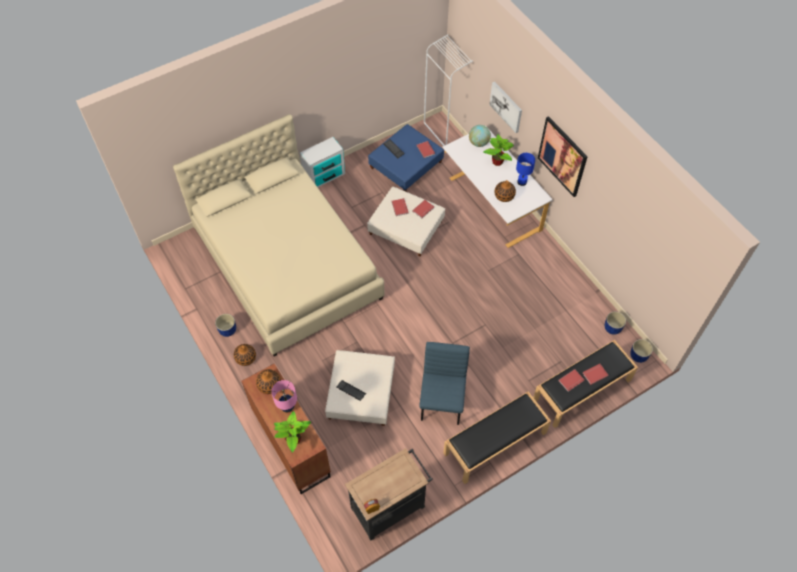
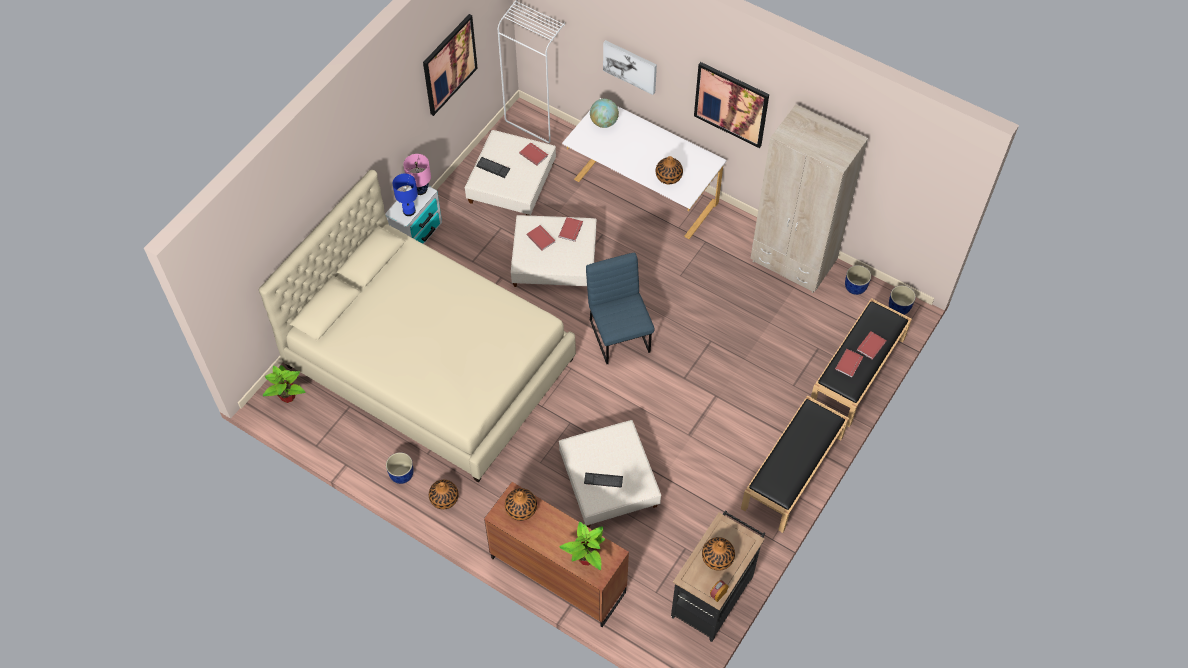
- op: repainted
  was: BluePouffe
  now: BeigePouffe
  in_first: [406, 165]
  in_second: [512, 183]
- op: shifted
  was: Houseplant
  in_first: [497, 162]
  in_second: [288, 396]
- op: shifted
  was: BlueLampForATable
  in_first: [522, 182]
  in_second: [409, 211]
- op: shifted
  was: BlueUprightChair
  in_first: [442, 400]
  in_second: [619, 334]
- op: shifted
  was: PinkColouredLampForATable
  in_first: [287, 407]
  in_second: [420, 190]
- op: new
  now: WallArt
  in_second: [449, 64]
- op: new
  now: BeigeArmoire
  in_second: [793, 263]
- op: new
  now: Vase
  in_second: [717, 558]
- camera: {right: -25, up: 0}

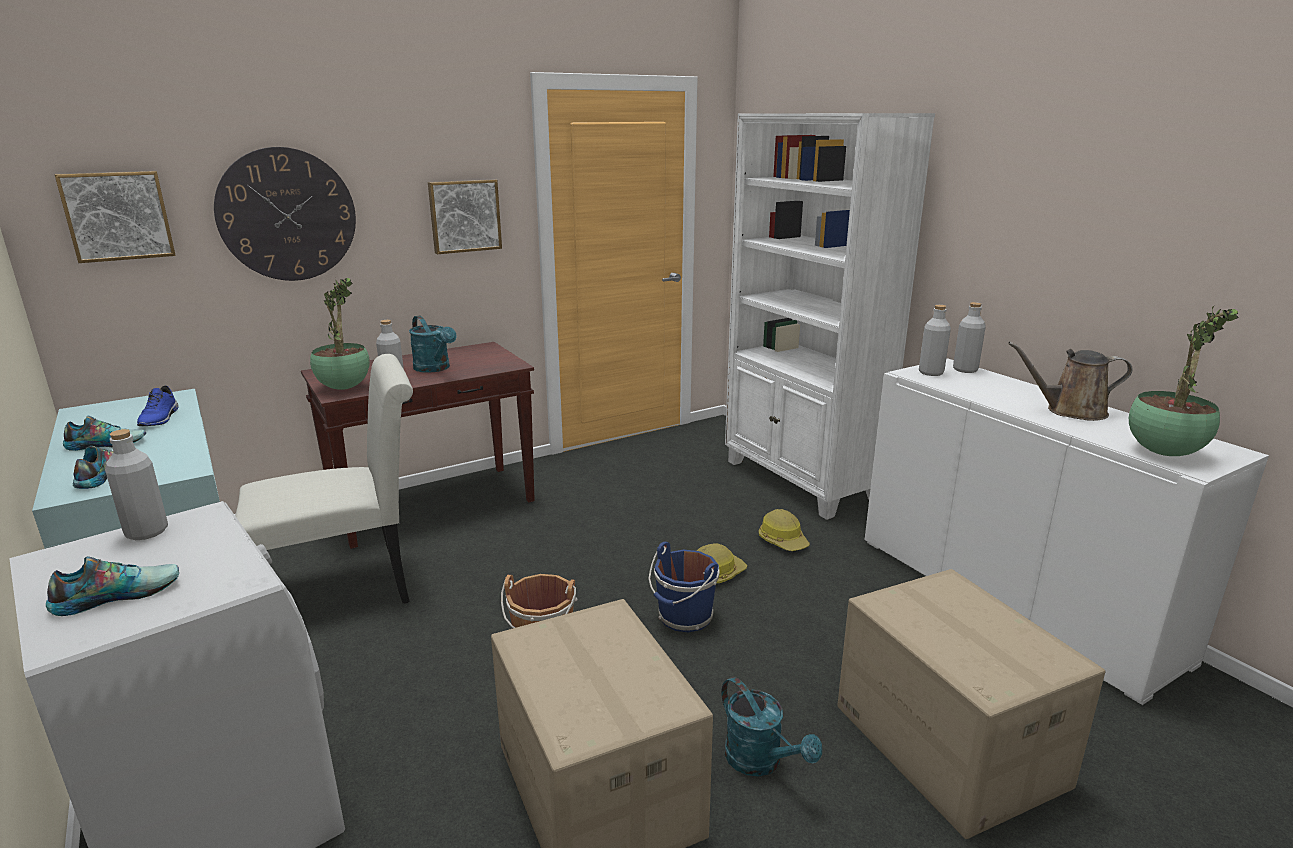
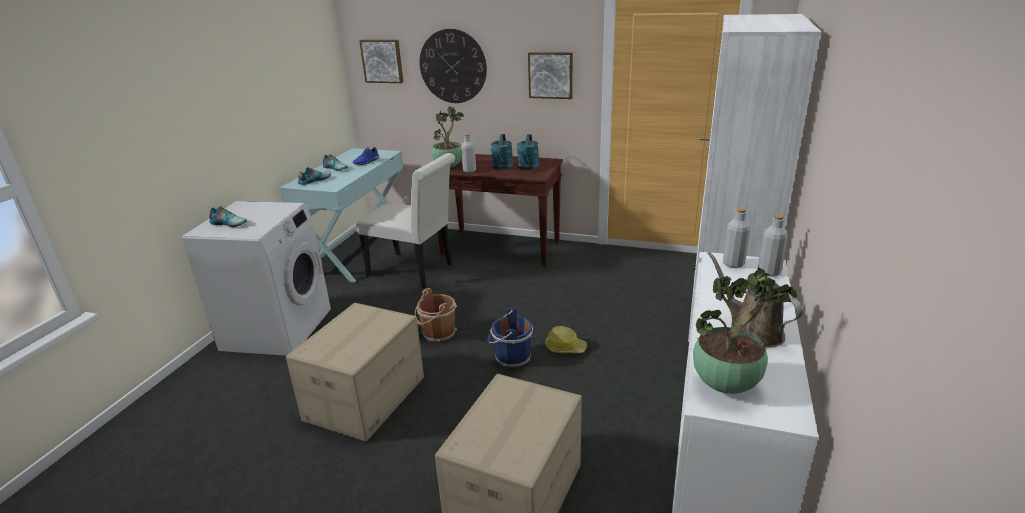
- op: gone
  was: GreyBottle
  in_first: [146, 532]
- op: gone
  was: SafetyHelmet
  in_first: [783, 540]
- op: shifted
  was: TurquoiseSprinklingCan
  in_first: [761, 762]
  in_second: [527, 168]
- camera: {right: 50, up: 5}

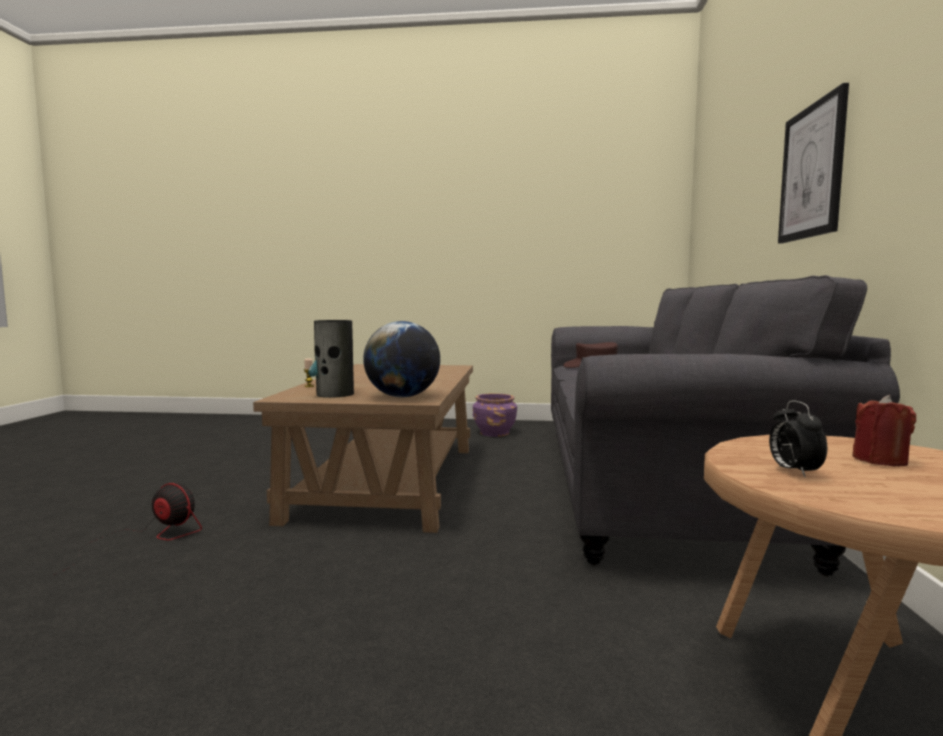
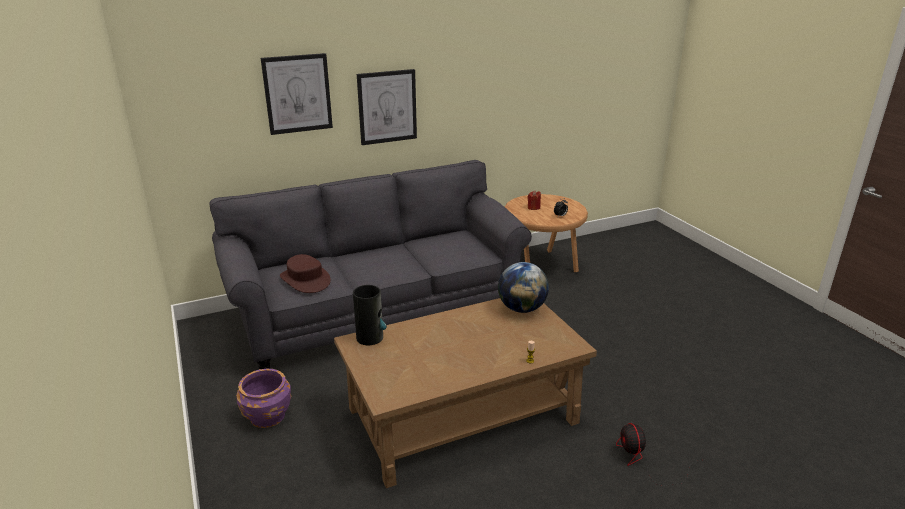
- op: shifted
  was: Vase
  in_first: [335, 394]
  in_second: [370, 337]
- op: new
  now: WallArt
  in_second: [297, 94]
- camera: {right: -120, up: 20}

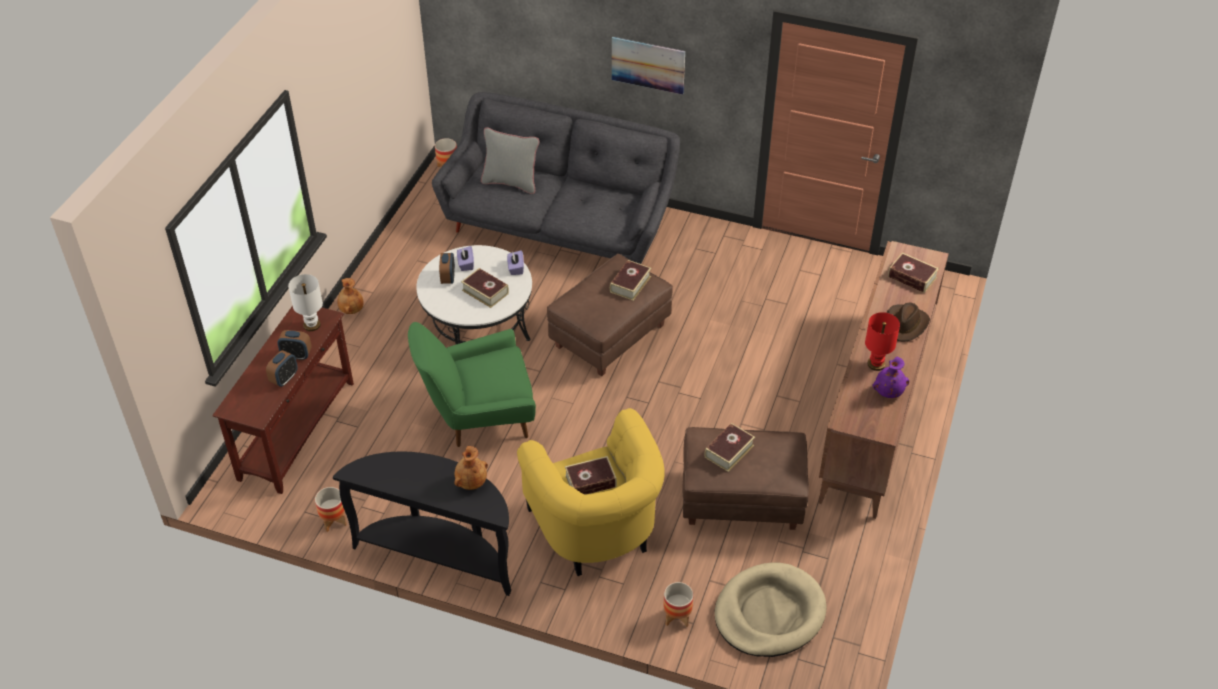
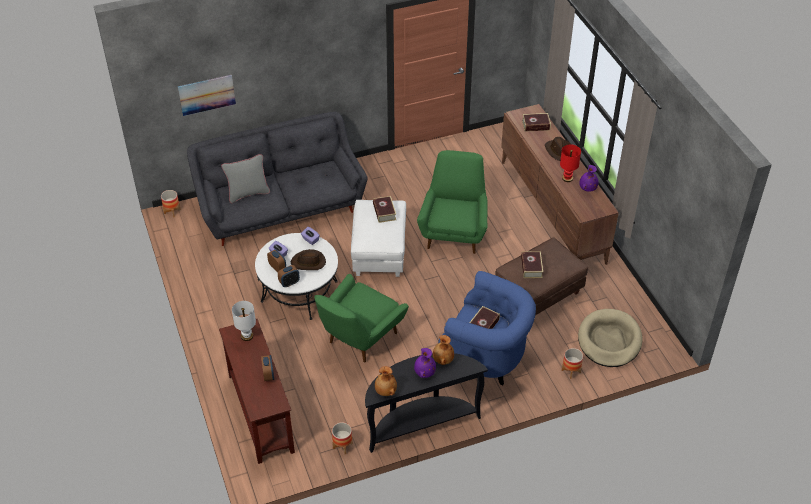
- op: shifted
  was: WallArt
  in_first: [648, 65]
  in_second: [207, 95]
- op: repainted
  was: BrownPouffe
  now: WhiteColouredPouffe
  in_first: [610, 336]
  in_second: [379, 253]
- op: swapped
  was: BoundBook
  now: BrownWearableHat
  in_first: [485, 292]
  in_second: [308, 262]
- op: shifted
  was: BrownVase
  in_first: [351, 310]
  in_second: [385, 391]
- op: shifted
  was: AlarmClock
  in_first: [296, 355]
  in_second: [289, 283]
- op: repainted
  was: YellowColouredEasyChair
  now: BlueEasyChair
  in_first: [594, 531]
  in_second: [485, 357]
- op: new
  now: GreenishEasyChair
  in_second: [454, 232]
- op: new
  now: PurplishVase
  in_second: [424, 372]
- camera: {right: -40, up: 0}

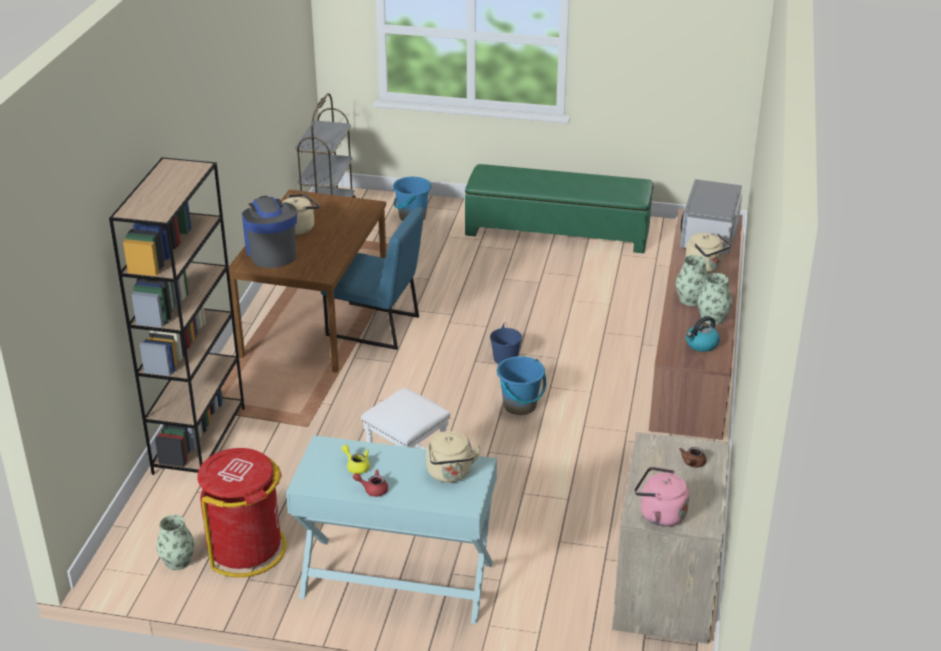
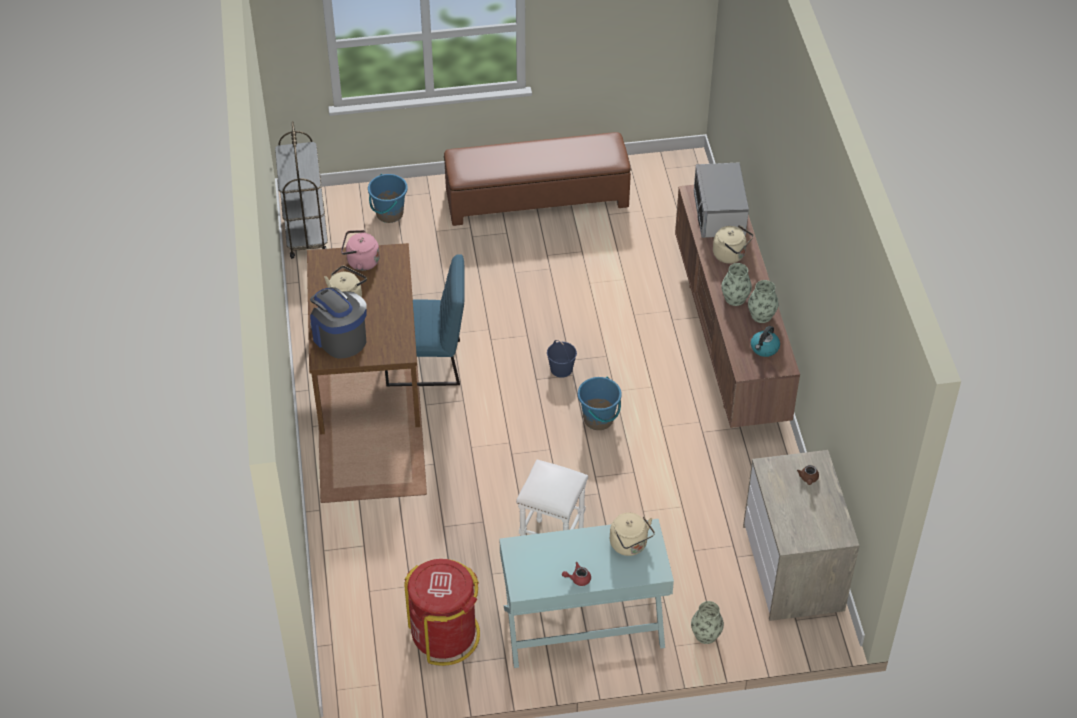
- op: gone
  was: BeigeBookcase
  in_first: [199, 440]
- op: repainted
  was: GreenishIndoorBench
  now: BrownIndoorBench
  in_first: [558, 230]
  in_second: [537, 197]
- op: gone
  was: YellowColouredPotForTea
  in_first: [356, 466]
- op: shifted
  was: PinkColouredWaterKettle
  in_first: [659, 514]
  in_second: [361, 262]
- op: shifted
  was: Vase
  in_first: [178, 561]
  in_second: [706, 634]
- camera: {right: -20, up: 15}

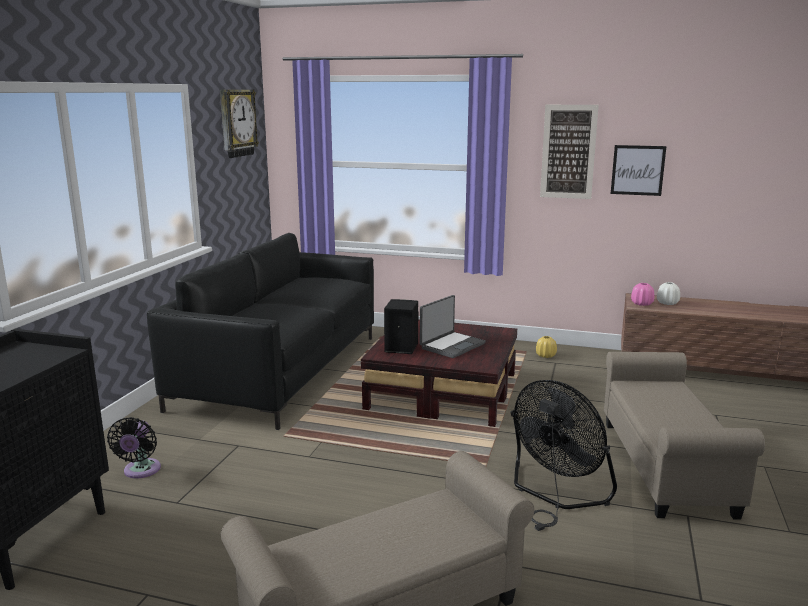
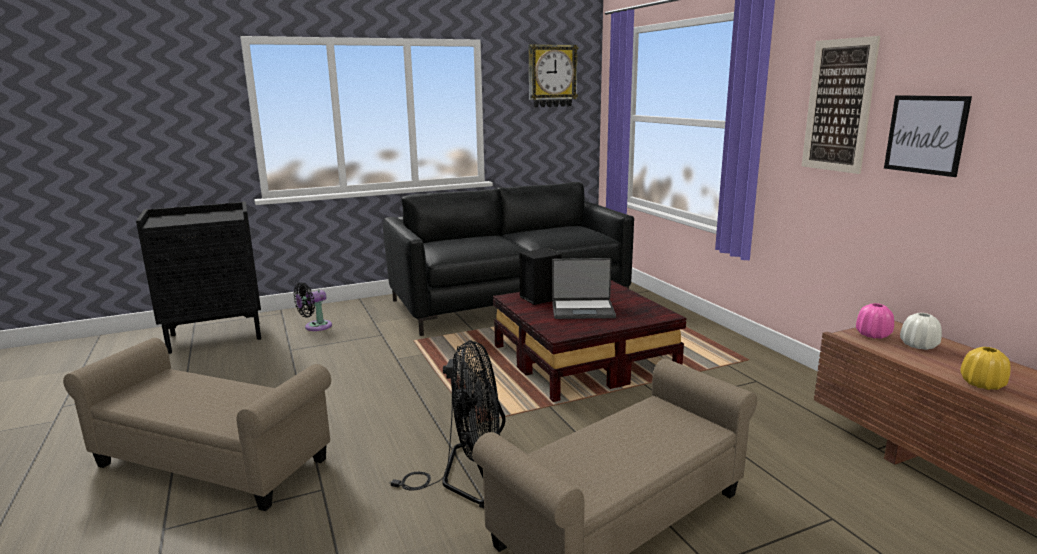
- op: shifted
  was: YellowColouredVase
  in_first: [545, 356]
  in_second: [982, 384]
- camera: {right: 50, up: 0}

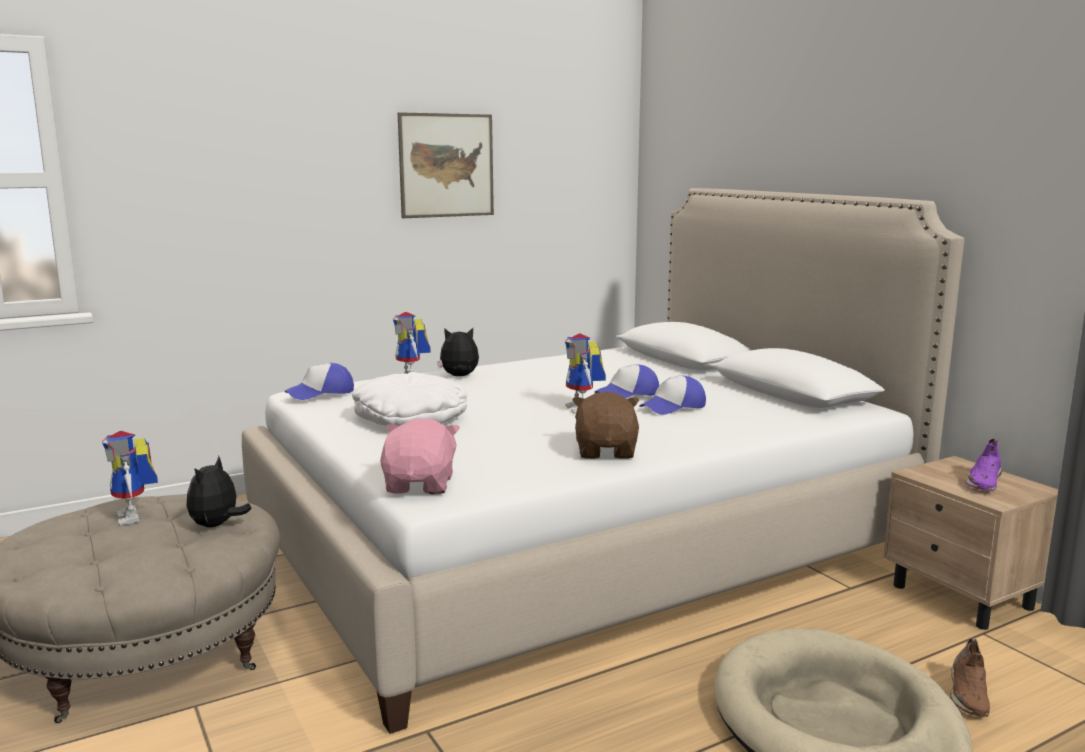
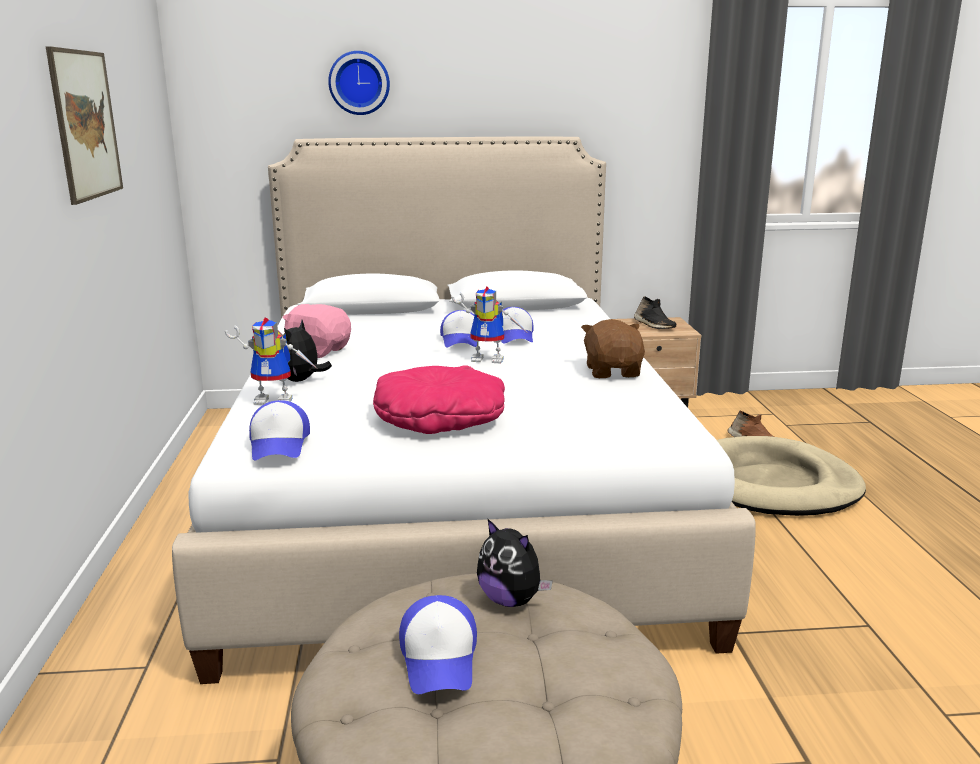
- op: repainted
  was: WhiteColouredCushion
  now: PinkColouredCushion
  in_first: [413, 418]
  in_second: [439, 417]
- op: rotated
  was: BrownSoftToy
  in_first: [606, 451]
  in_second: [613, 372]
  clockwise: 60
- op: shifted
  was: PinkColouredSoftToy
  in_first: [421, 485]
  in_second: [318, 351]
- op: swapped
  was: ModelRobot
  now: PeakedCap
  in_first: [135, 517]
  in_second: [440, 658]
- op: repainted
  was: PurplishShoe
  now: BlackishShoe
  in_first: [983, 482]
  in_second: [653, 325]
- op: new
  now: WallClock
  in_second: [359, 83]
- camera: {right: -65, up: 5}

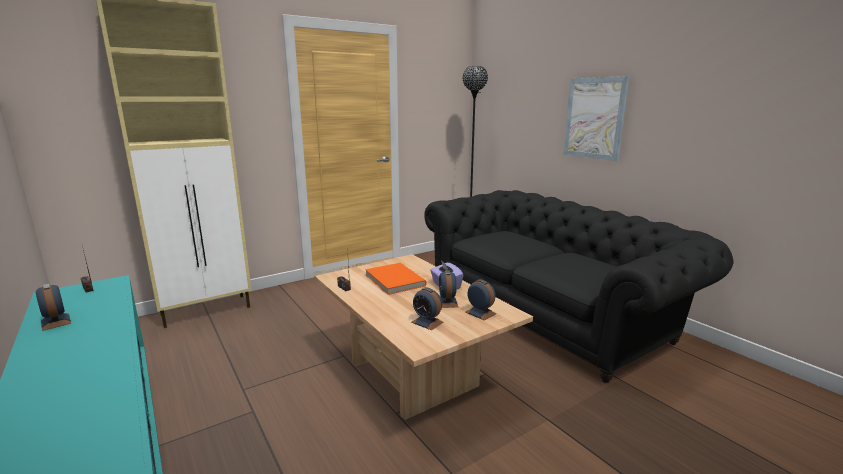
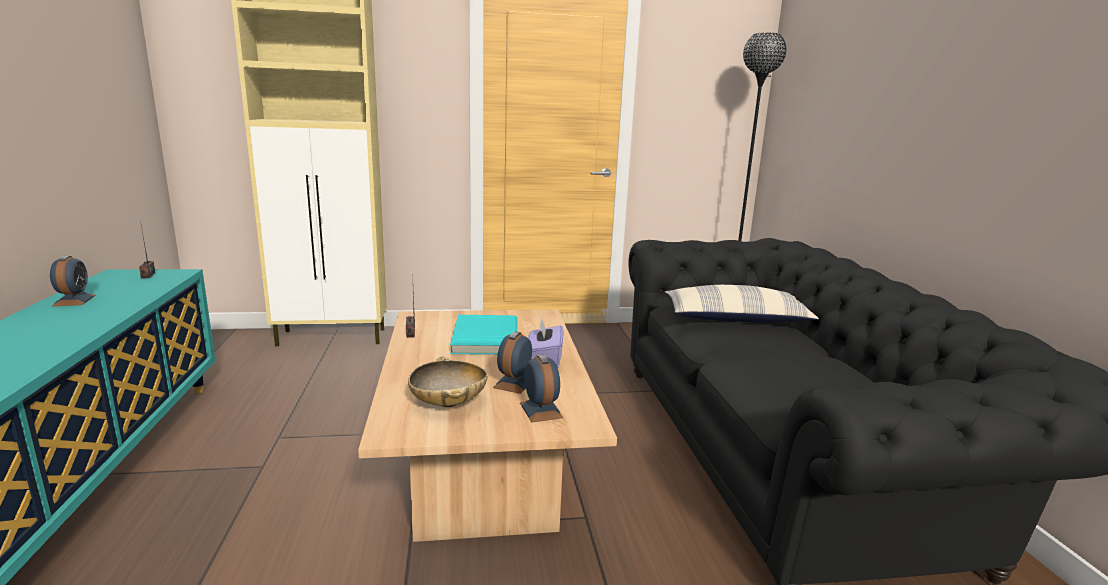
- op: gone
  was: WallArt
  in_first: [594, 118]
- op: repainted
  was: OrangeyBoundBook
  now: TurquoiseBoundBook
  in_first: [393, 280]
  in_second: [483, 338]
- op: swapped
  was: AlarmClock
  now: BeigeDeepDish
  in_first: [427, 322]
  in_second: [448, 403]
- op: new
  now: Cushion
  in_second: [735, 320]
- camera: {right: 25, up: 0}

